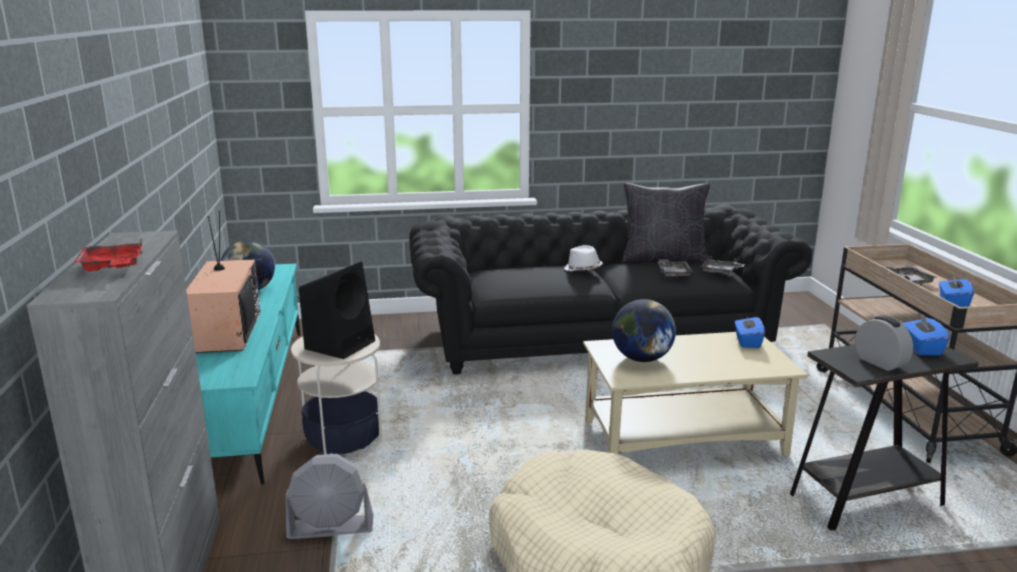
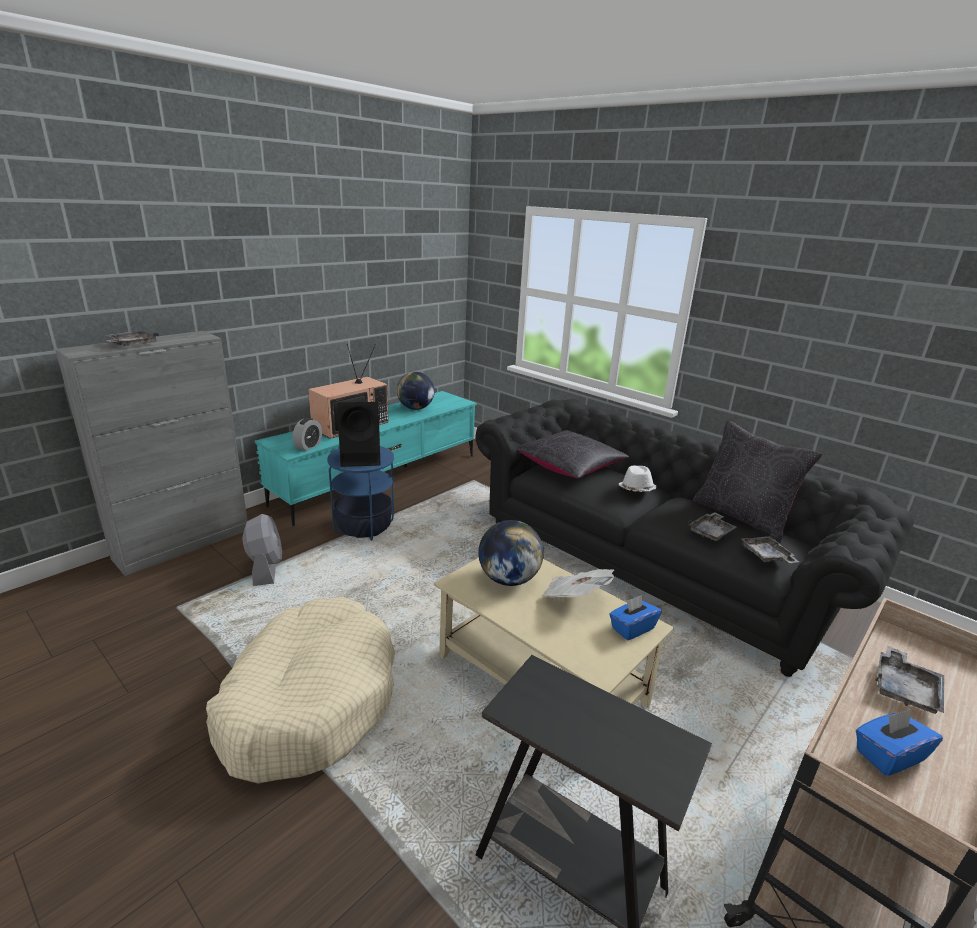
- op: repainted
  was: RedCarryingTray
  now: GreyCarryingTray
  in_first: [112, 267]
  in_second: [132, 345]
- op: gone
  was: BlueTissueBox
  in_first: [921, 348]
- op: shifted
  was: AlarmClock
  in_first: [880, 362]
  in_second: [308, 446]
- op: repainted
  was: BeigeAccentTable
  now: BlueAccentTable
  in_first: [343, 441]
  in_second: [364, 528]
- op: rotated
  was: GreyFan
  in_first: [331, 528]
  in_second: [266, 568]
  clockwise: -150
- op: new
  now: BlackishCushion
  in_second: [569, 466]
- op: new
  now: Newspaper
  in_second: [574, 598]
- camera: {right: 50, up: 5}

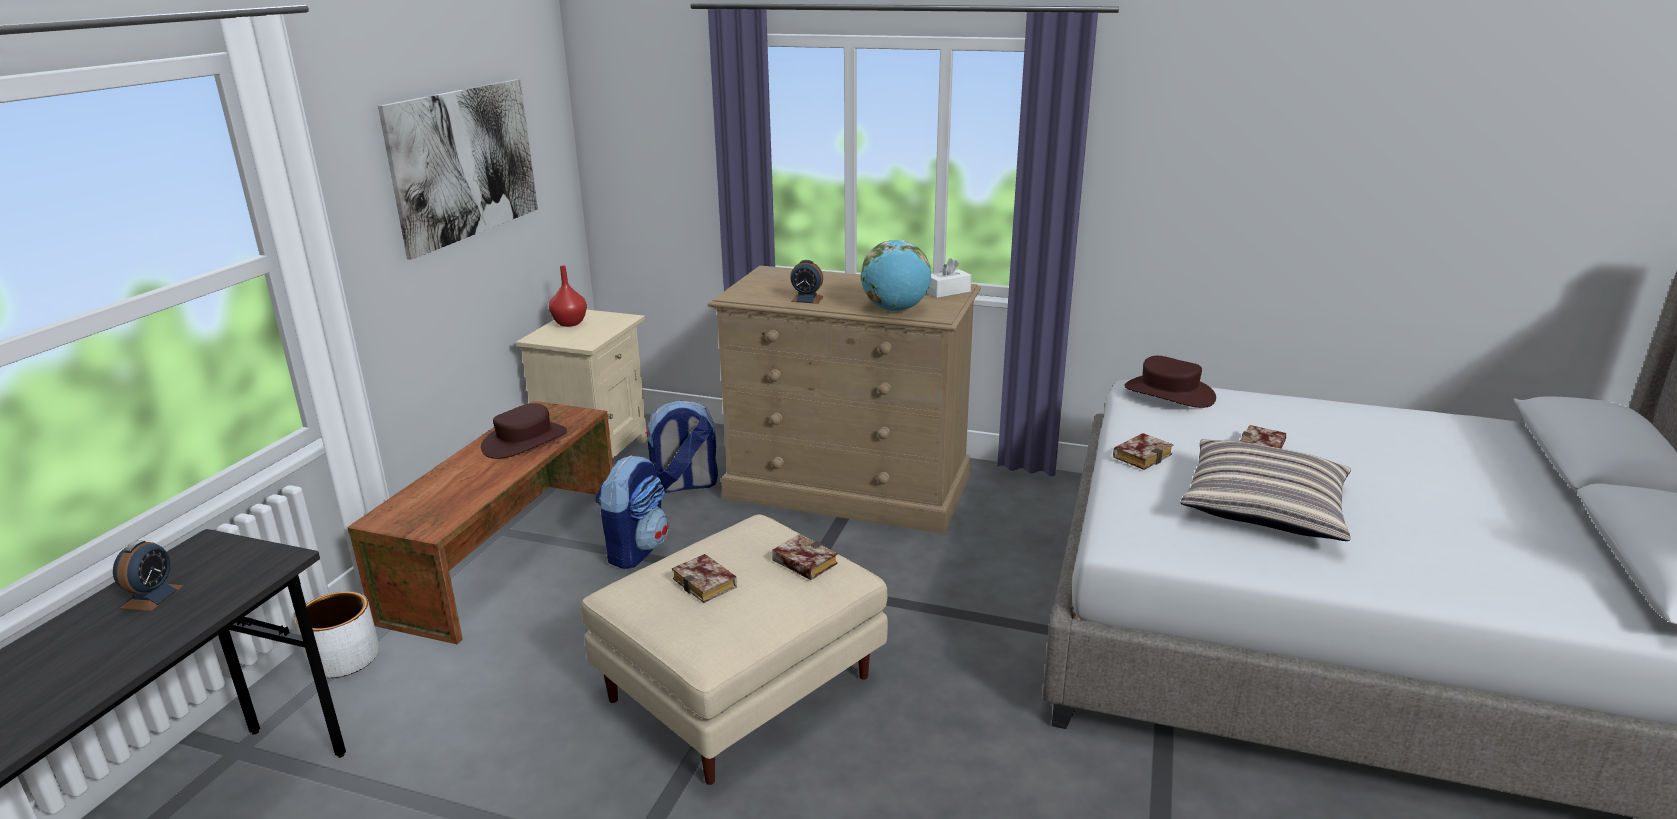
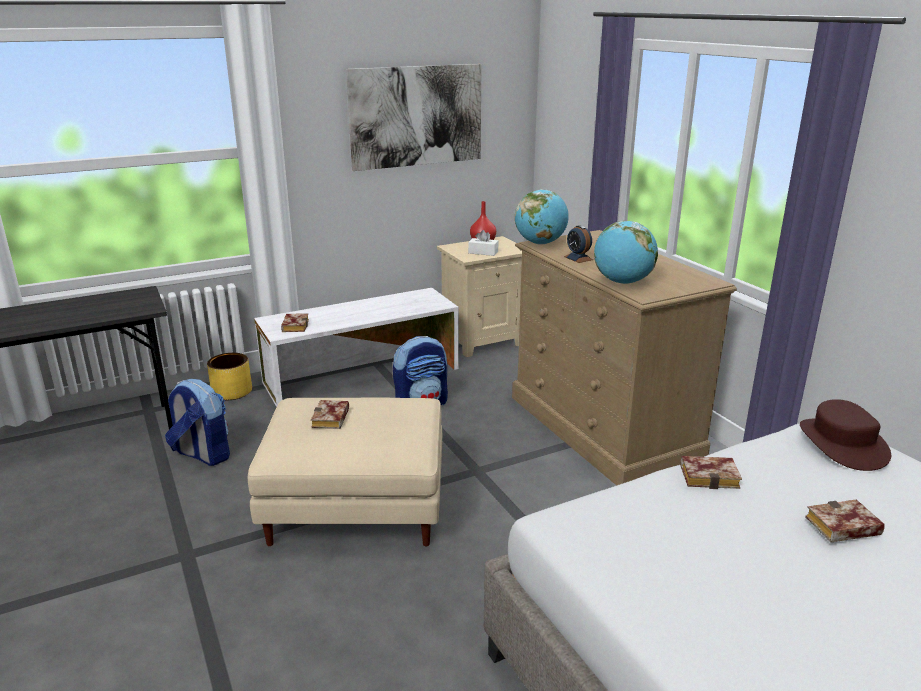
- op: shifted
  was: WhiteColouredTissueBox
  in_first: [947, 292]
  in_second: [483, 252]
- op: shifted
  was: Backpack
  in_first: [684, 485]
  in_second: [202, 454]
- op: repainted
  was: BrownIndoorBench
  now: WhiteColouredIndoorBench
  in_first: [506, 551]
  in_second: [362, 374]
- op: gone
  was: BrownWearableHat
  in_first: [525, 441]
- op: gone
  was: Cushion
  in_first: [1264, 506]
- op: shifted
  was: BoundBook
  in_first: [801, 562]
  in_second: [294, 325]
- op: gone
  was: AlarmClock
  in_first: [152, 597]
- op: repainted
  was: WhiteColouredPlantPot
  now: YellowColouredPlantPot
  in_first: [344, 659]
  in_second: [232, 392]
- op: new
  now: Globe
  in_second: [540, 243]
- camera: {right: 45, up: 0}

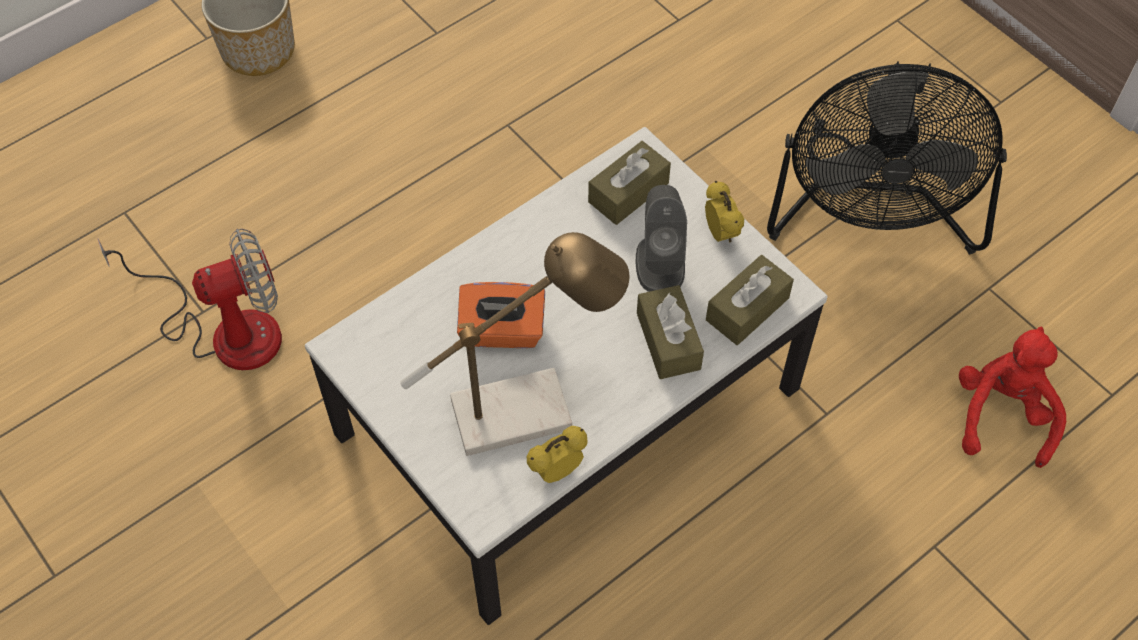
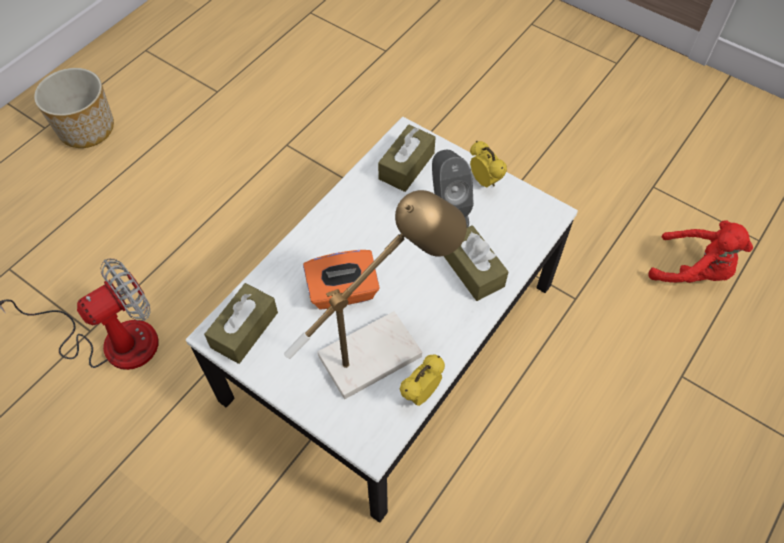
- op: gone
  was: BlackishFan
  in_first: [863, 210]
- op: shifted
  was: BrownTissueBox
  in_first: [747, 309]
  in_second: [244, 329]
- op: rotated
  was: RedSoftToy
  in_first: [1002, 414]
  in_second: [693, 271]
  clockwise: 120
- camera: {right: -15, up: 0}

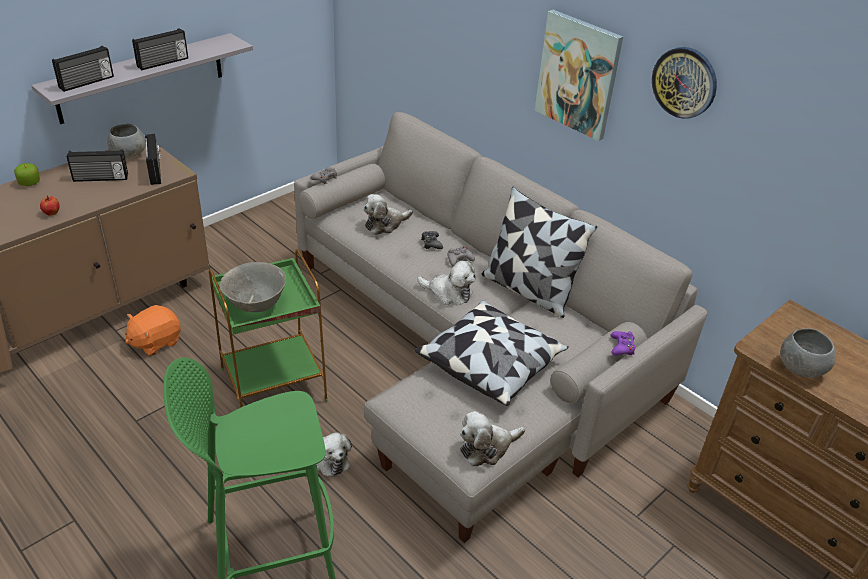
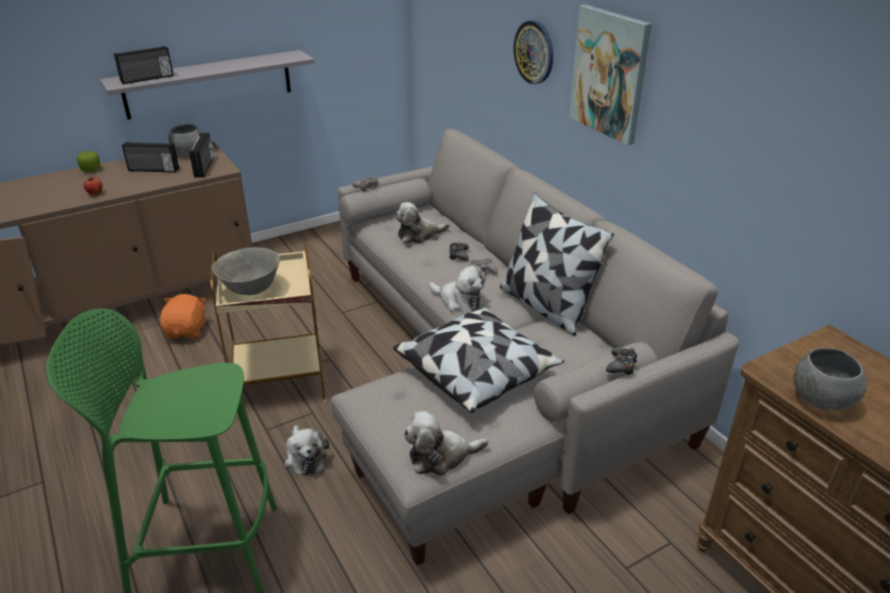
- op: gone
  was: Radio
  in_first: [163, 63]
- op: shifted
  was: WallClock
  in_first: [684, 82]
  in_second: [534, 52]
- op: repainted
  was: GreenishAccentTable
  now: BeigeAccentTable
  in_first: [274, 385]
  in_second: [280, 381]
- op: rotated
  was: OrangeySoftToy
  in_first: [155, 342]
  in_second: [187, 330]
  clockwise: 120
- op: repainted
  was: PurplishGameController
  now: BlackishGameController
  in_first: [622, 347]
  in_second: [621, 366]
- camera: {right: 15, up: -5}

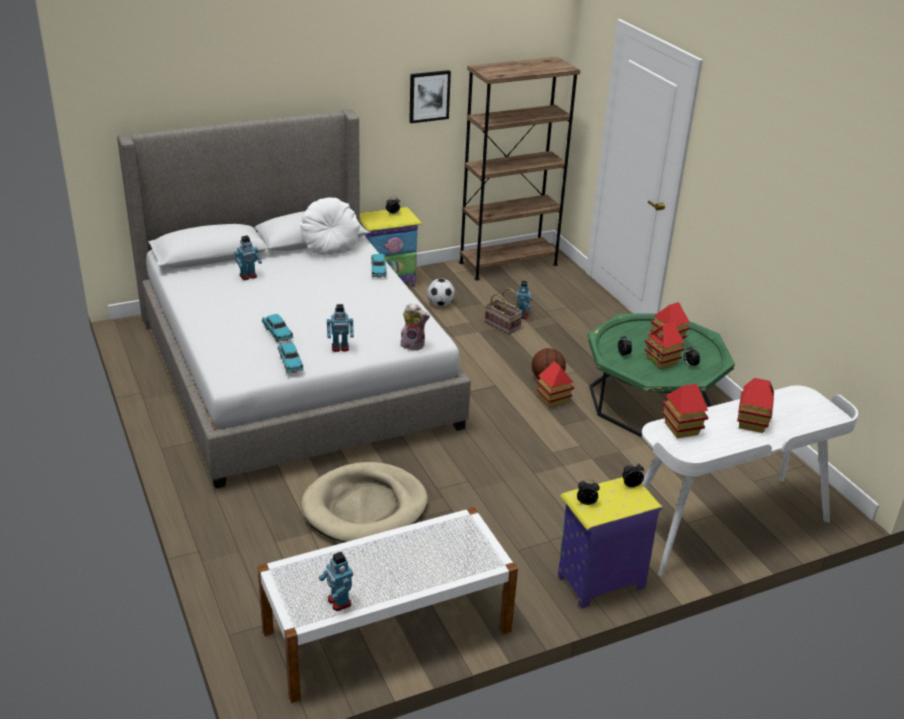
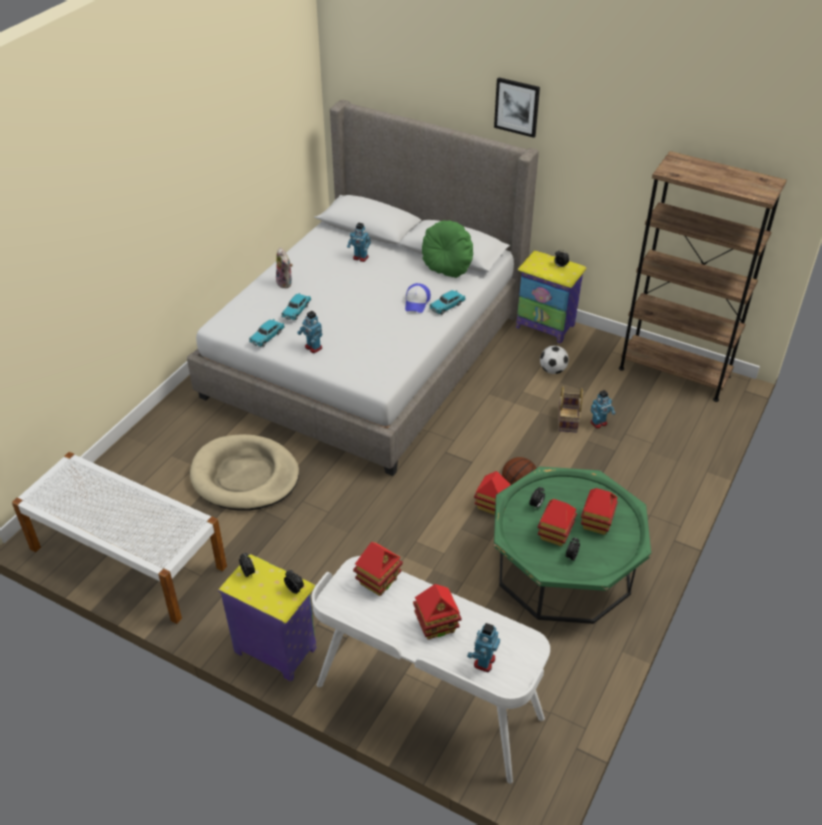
- op: shifted
  was: WallArt
  in_first: [429, 96]
  in_second: [517, 107]
- op: repainted
  was: WhiteColouredCushion
  now: GreenishCushion
  in_first: [330, 250]
  in_second: [447, 270]
- op: shifted
  was: SoftToy
  in_first: [413, 344]
  in_second: [286, 283]
- op: shifted
  was: ModelRobot
  in_first: [338, 602]
  in_second: [484, 661]
- op: new
  now: PeakedCap
  in_second: [417, 302]
- camera: {right: 55, up: 10}

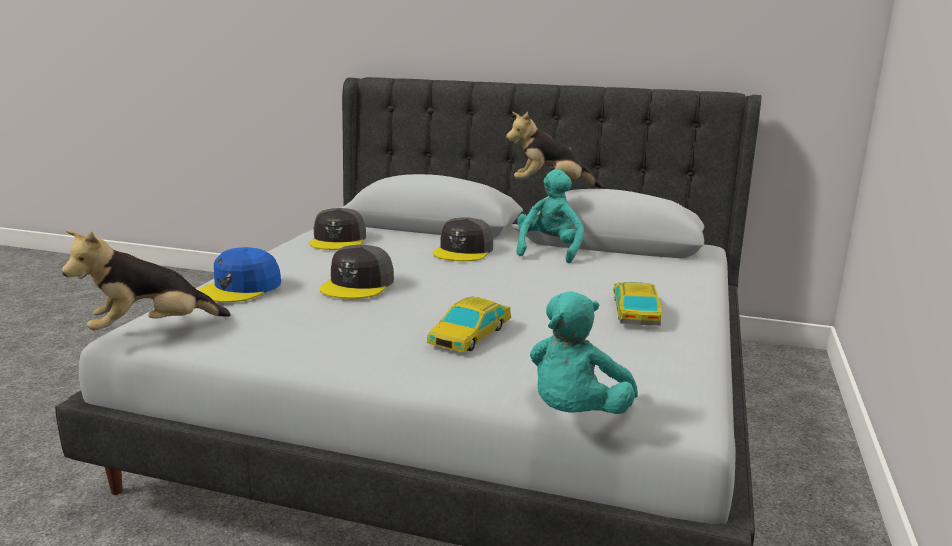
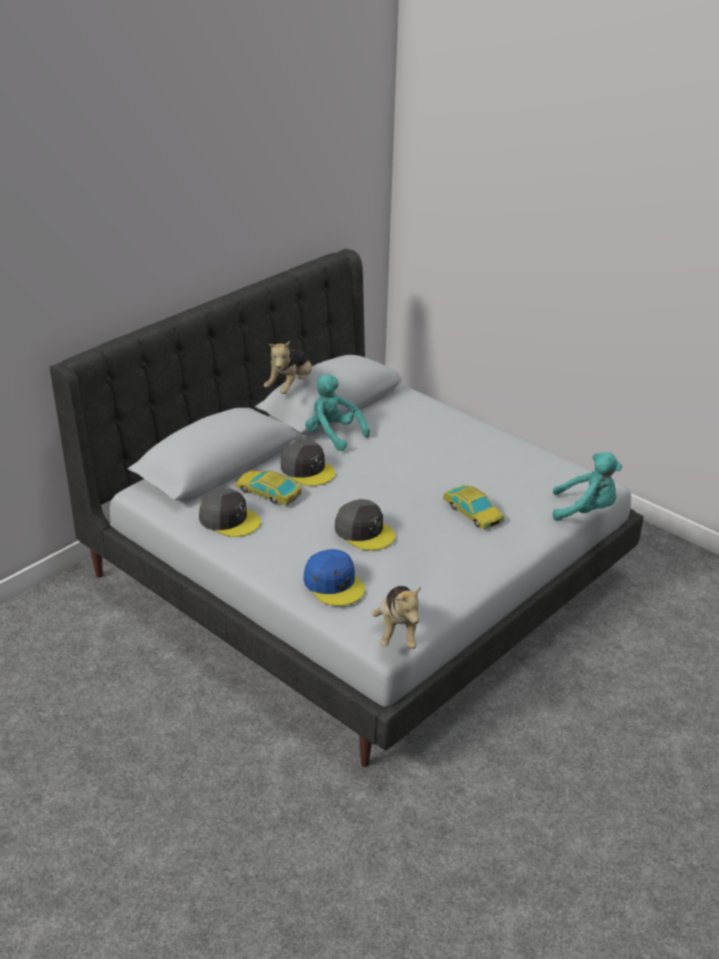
- op: shifted
  was: ModelCar
  in_first: [635, 312]
  in_second: [268, 493]
- op: rotated
  was: TurquoiseSoftToy
  in_first: [576, 414]
  in_second: [585, 510]
  clockwise: -45
- camera: {right: -65, up: 15}

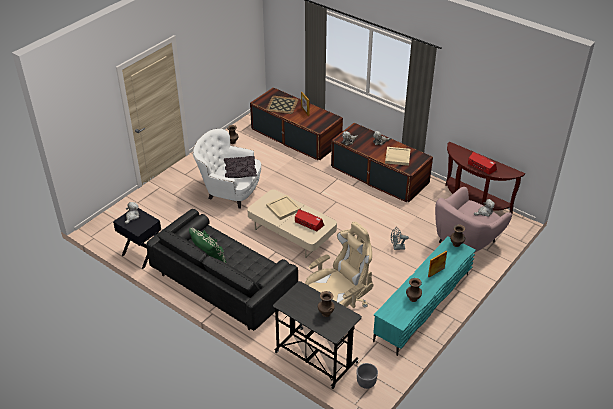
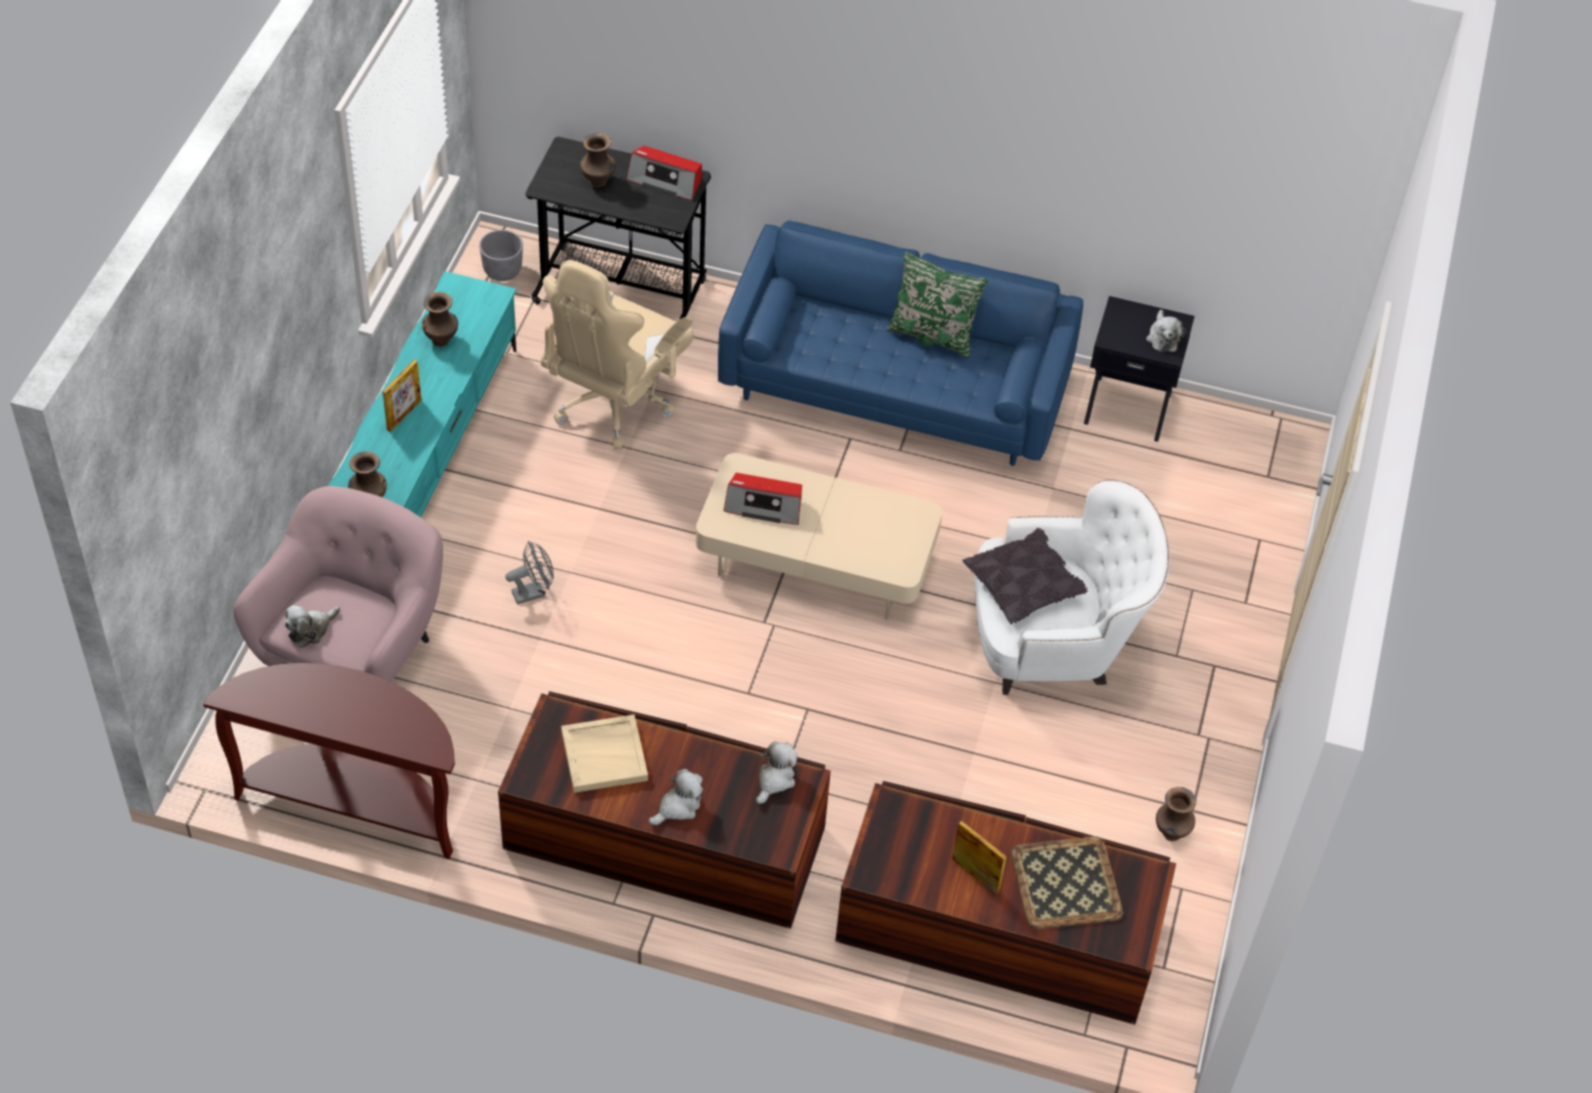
- op: shifted
  was: Radio
  in_first: [481, 167]
  in_second: [665, 180]
- op: gone
  was: BeigeCarryingTray
  in_first: [283, 208]
- op: repainted
  was: BlackishSofa
  now: BlueSofa
  in_first: [224, 285]
  in_second: [895, 386]
- camera: {right: 155, up: 10}

